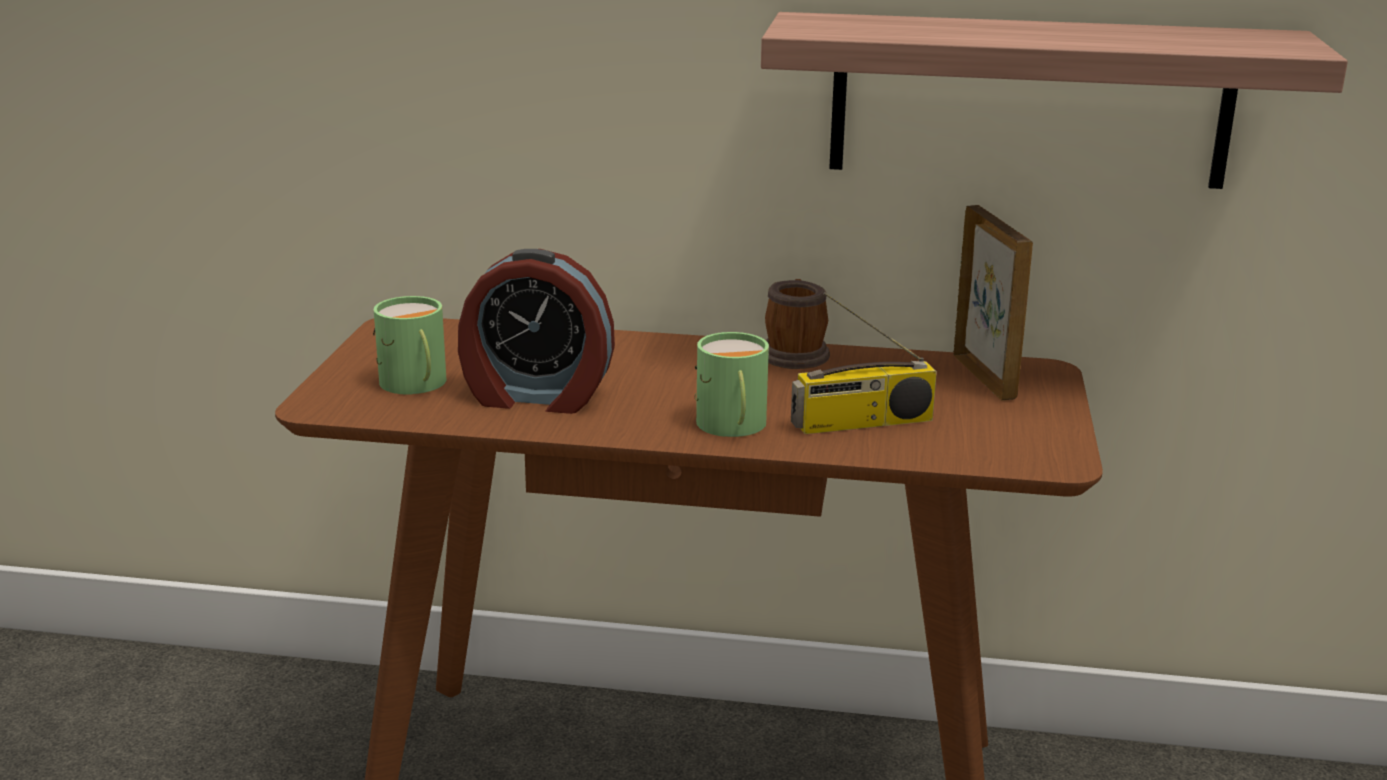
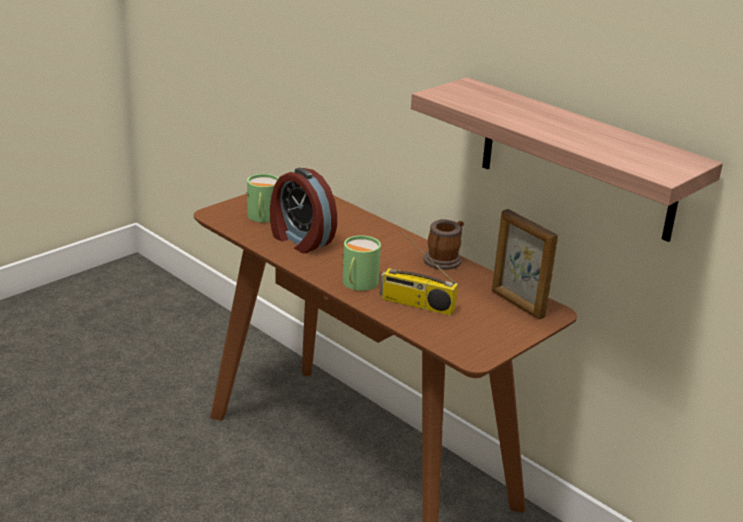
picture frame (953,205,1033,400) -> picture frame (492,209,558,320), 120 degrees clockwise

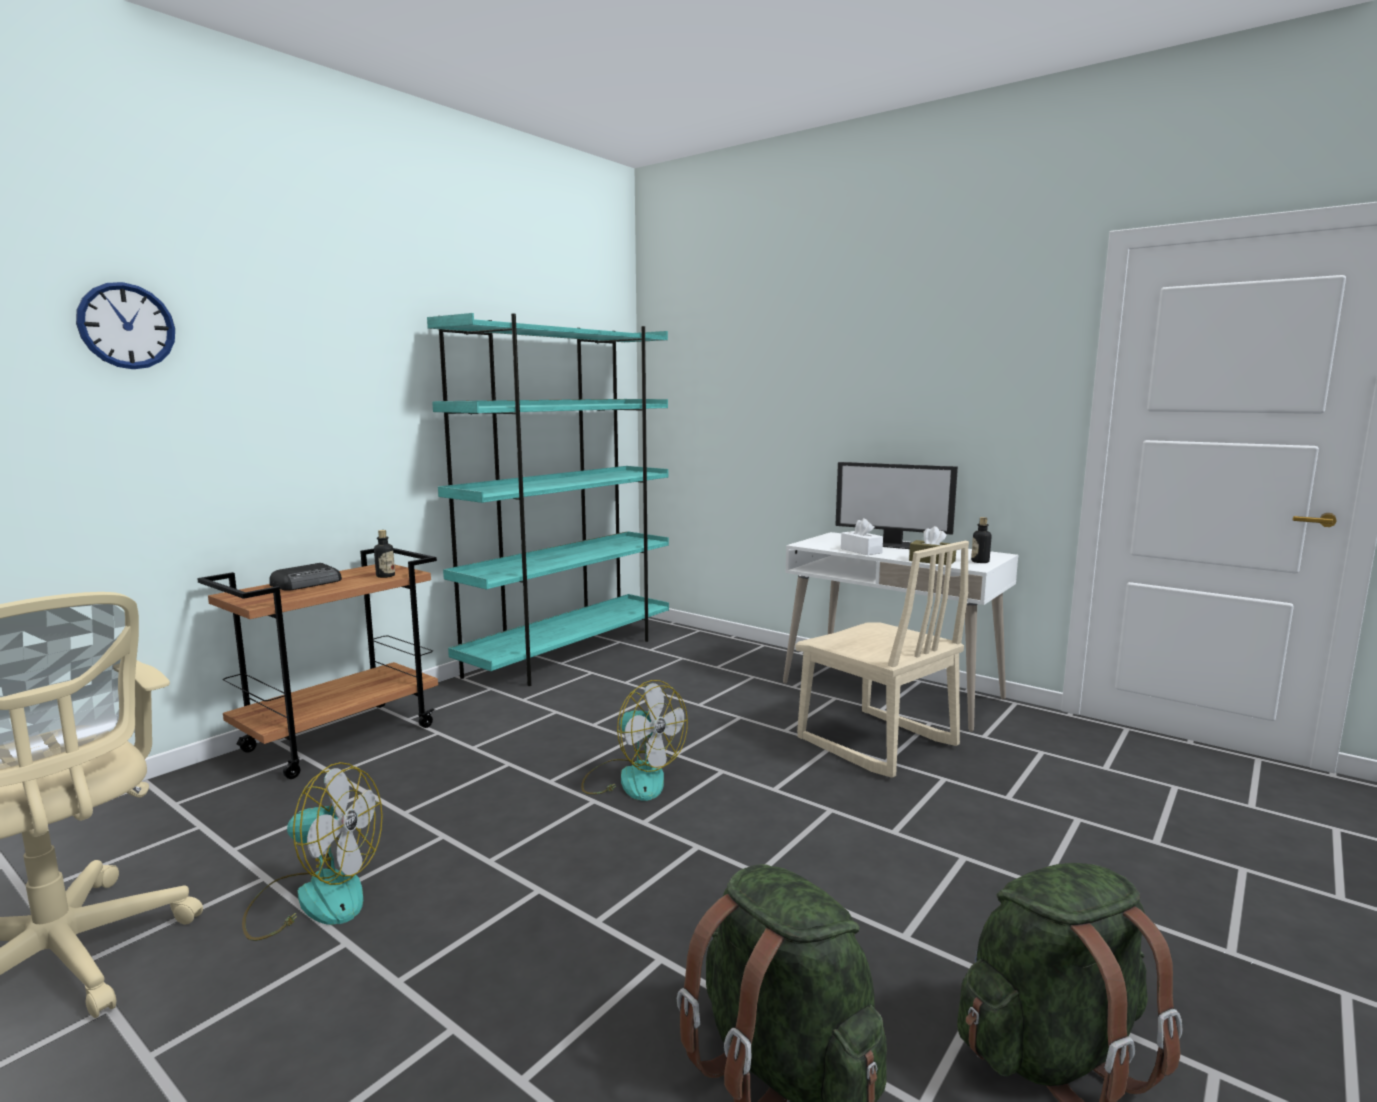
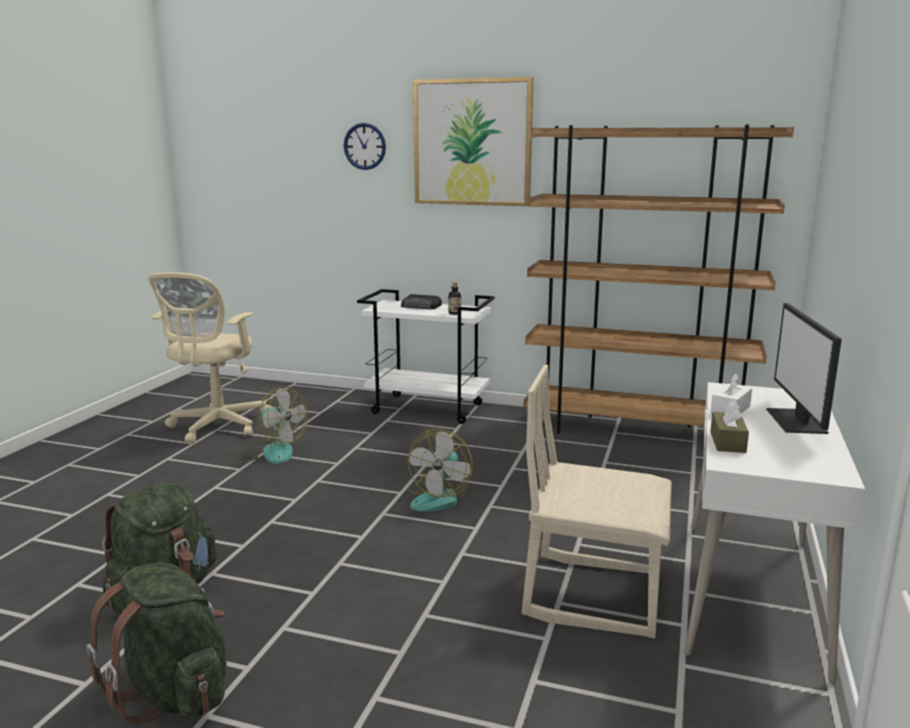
turquoise bookcase (427,313,669,686) -> brown bookcase (524,124,794,434)
bottle (971,517,991,563) -> none
beige chair (795,541,969,778) -> beige chair (522,365,672,638), 75 degrees clockwise
brown cart (197,548,438,779) -> white cart (357,289,495,424)
fan (242,762,383,941) -> fan (236,386,308,464), 45 degrees counterclockwise
none -> picture (413,77,533,206)

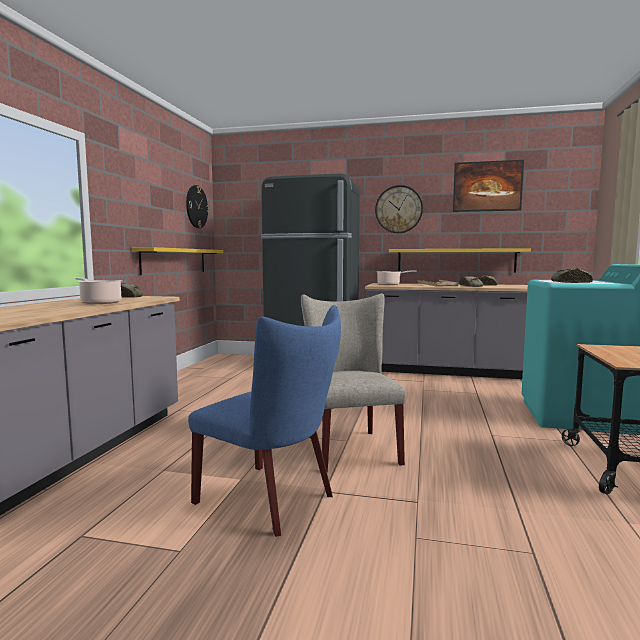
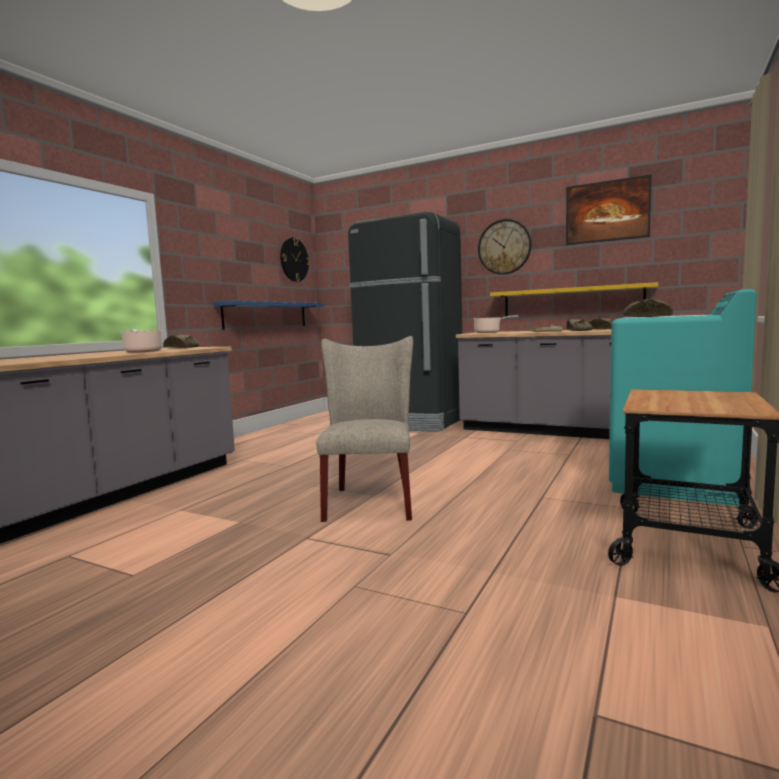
yellow shelf (132,247,223,275) -> blue shelf (213,301,323,329)
blue chair (188,305,341,537) -> none

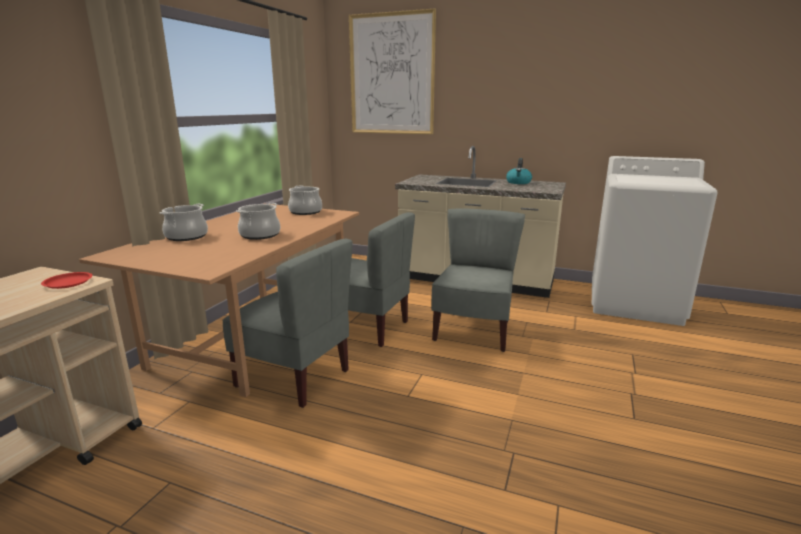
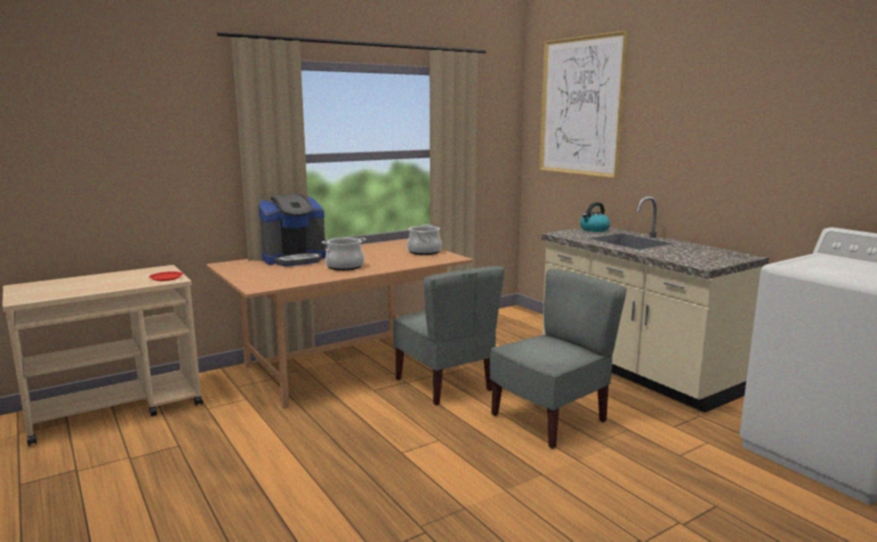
kettle (506,158,532,184) -> kettle (580,202,610,232), moved
cooking pot (159,204,208,241) -> coffee machine (258,194,326,266)
grey chair (222,239,353,408) -> none

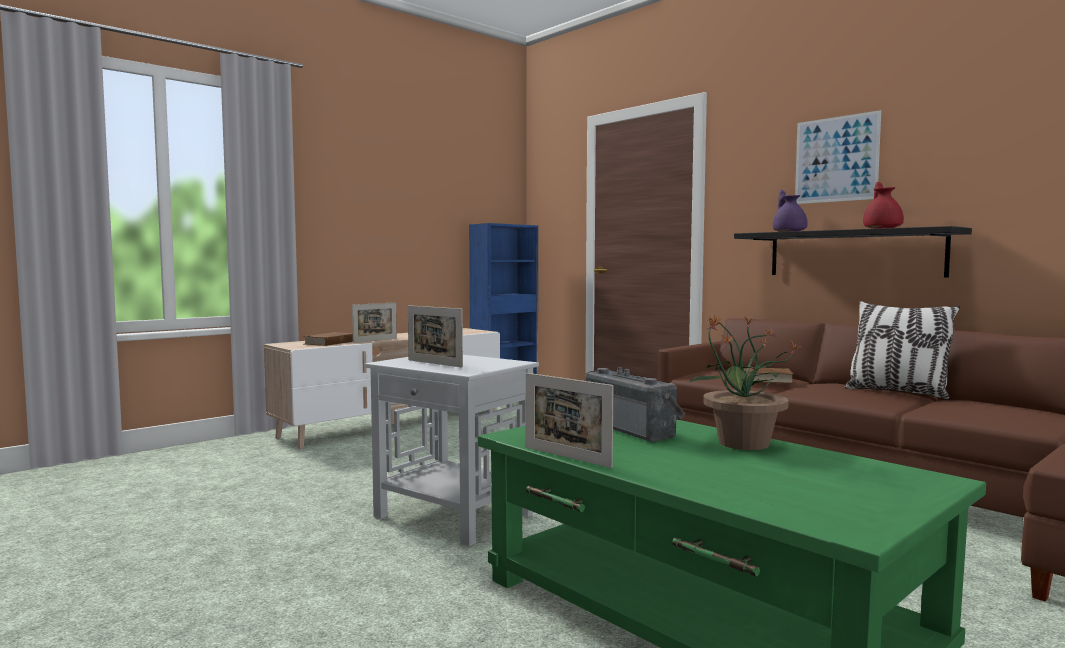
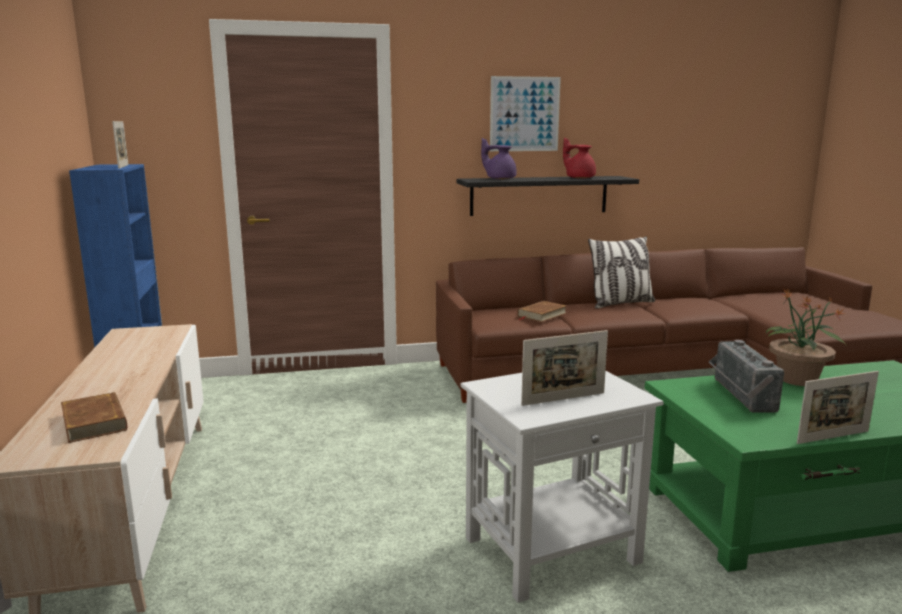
picture frame (352,302,397,343) -> picture frame (112,121,128,169), moved
radio (585,367,685,442) -> radio (709,340,784,413), 90 degrees counterclockwise

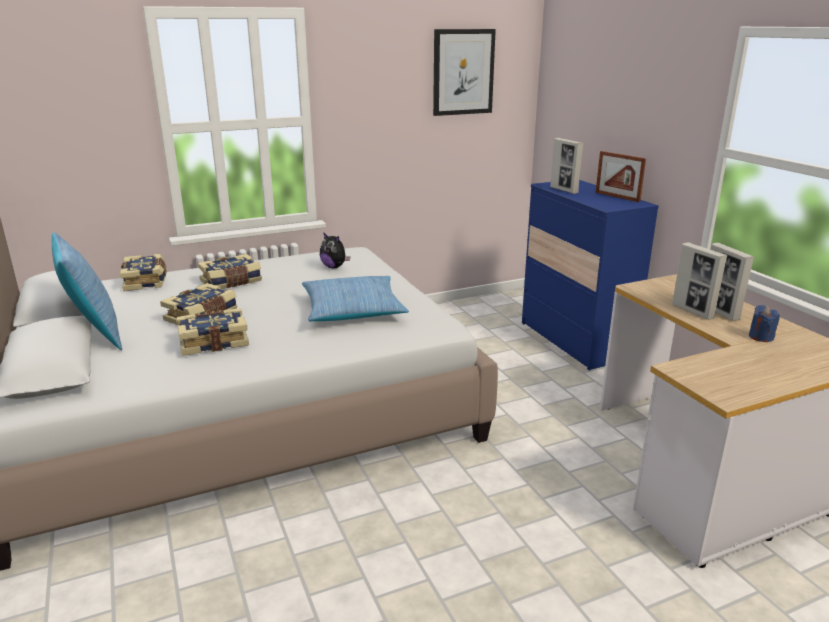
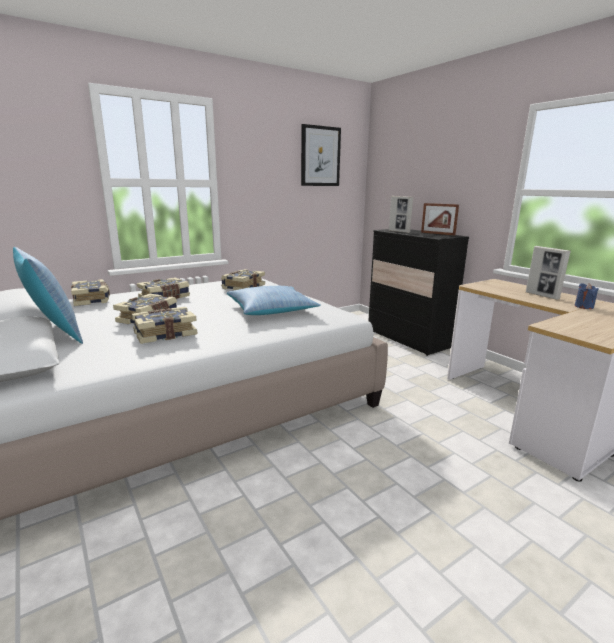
blue dresser (522,180,659,371) -> black dresser (368,229,469,356)
plush toy (320,232,350,268) -> book (221,269,265,290)
picture frame (672,242,727,320) -> none

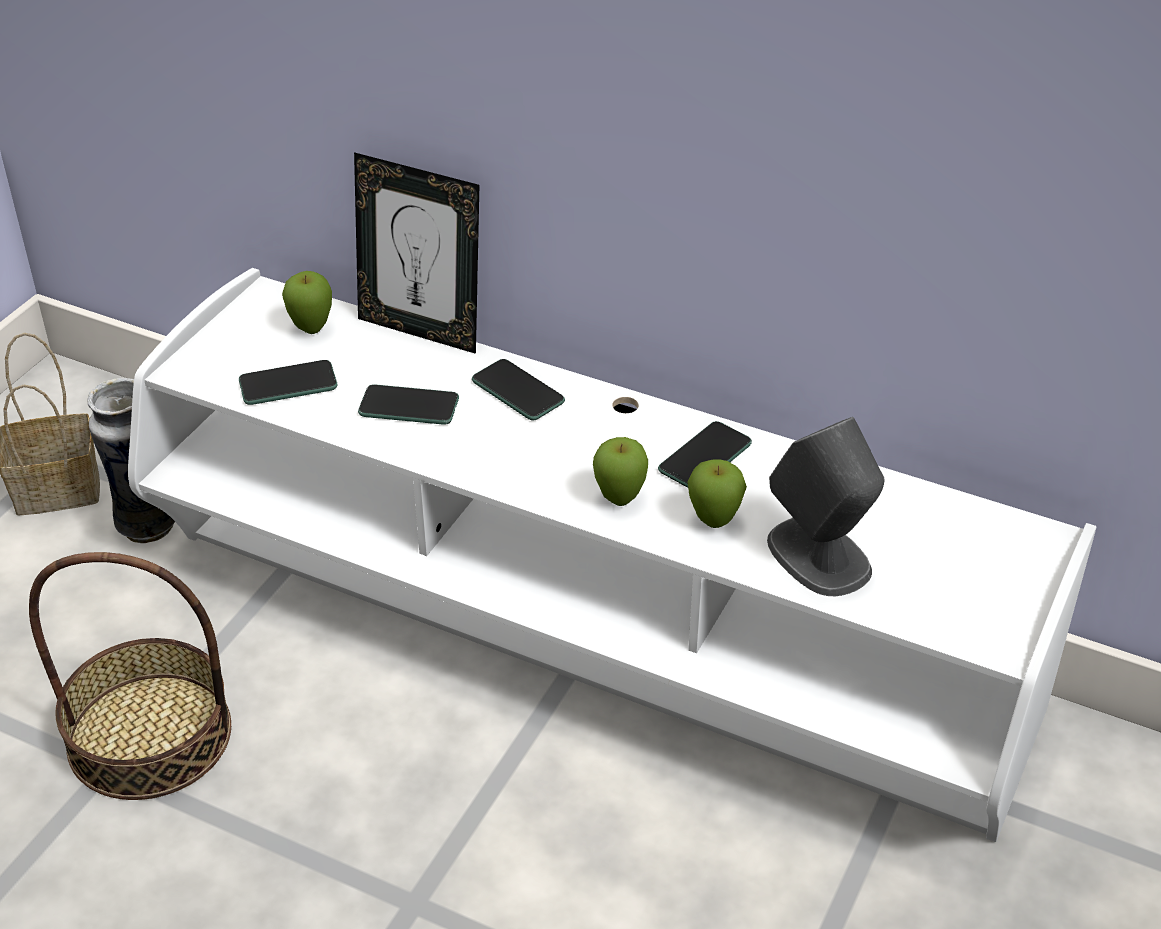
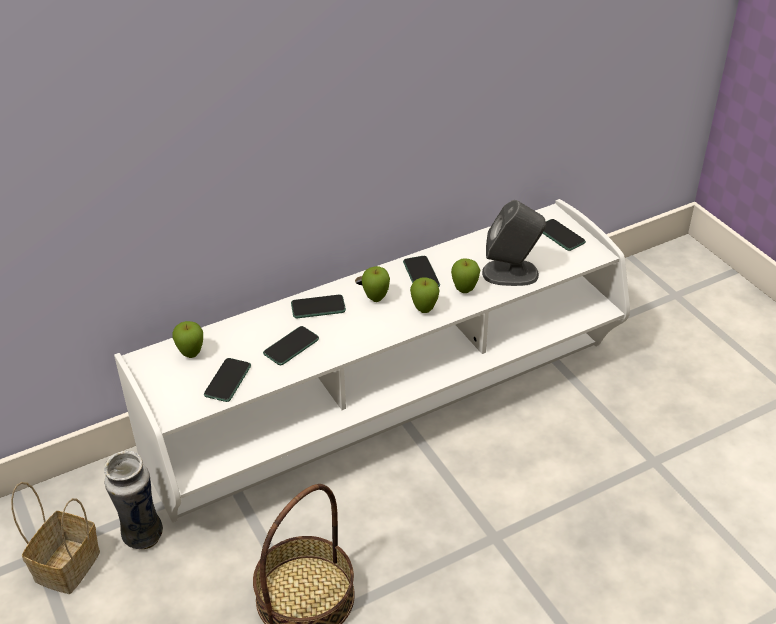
picture frame (354,152,479,354) -> none
none -> phone (543,219,586,251)
none -> apple (361,266,390,302)

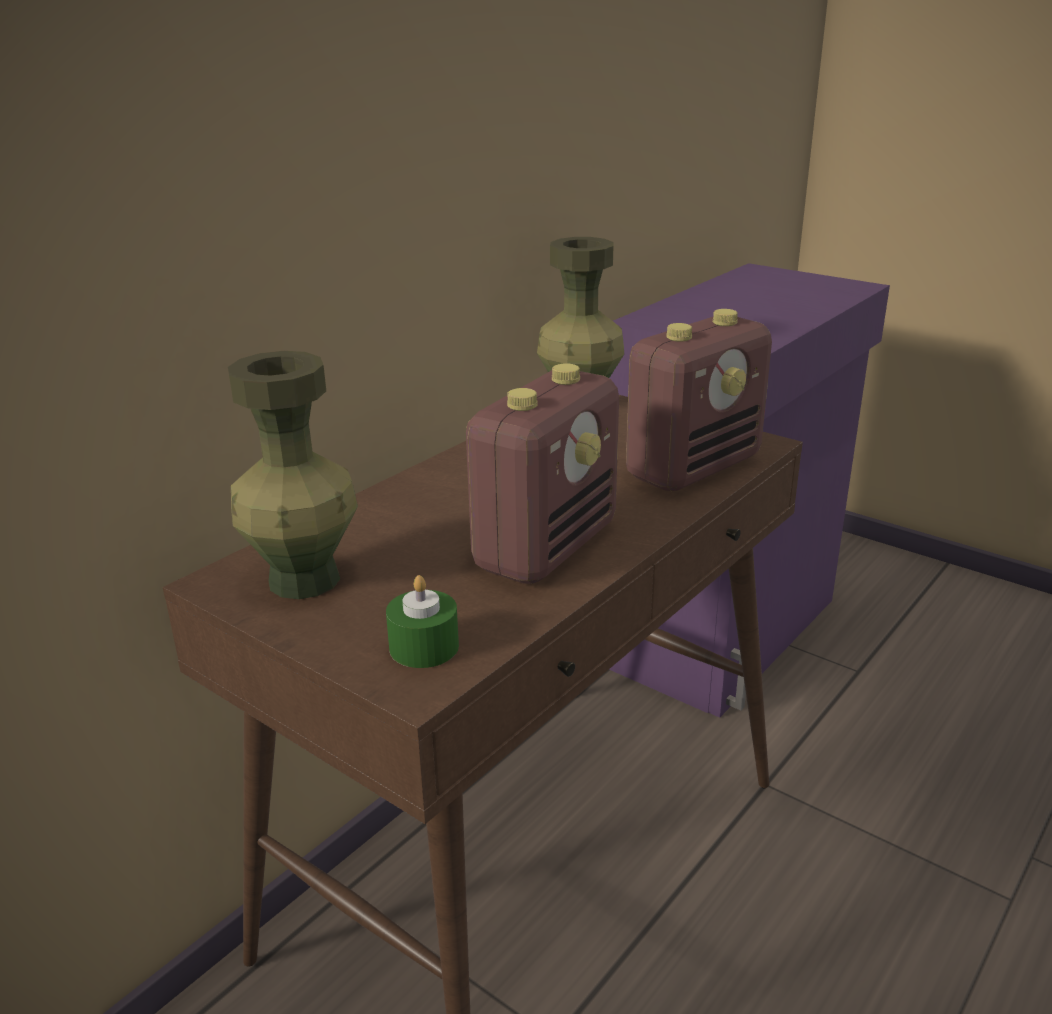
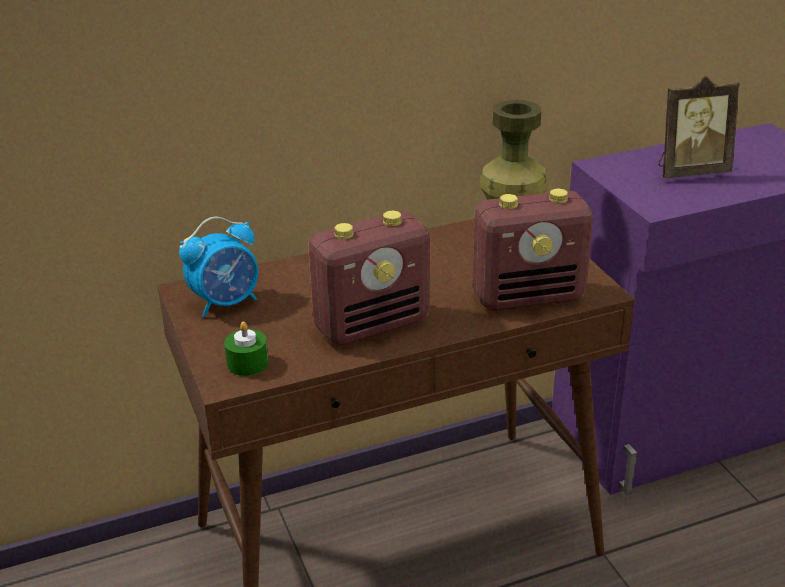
green vase (228,351,358,599) -> alarm clock (179,217,258,317)
none -> picture frame (658,76,740,178)

